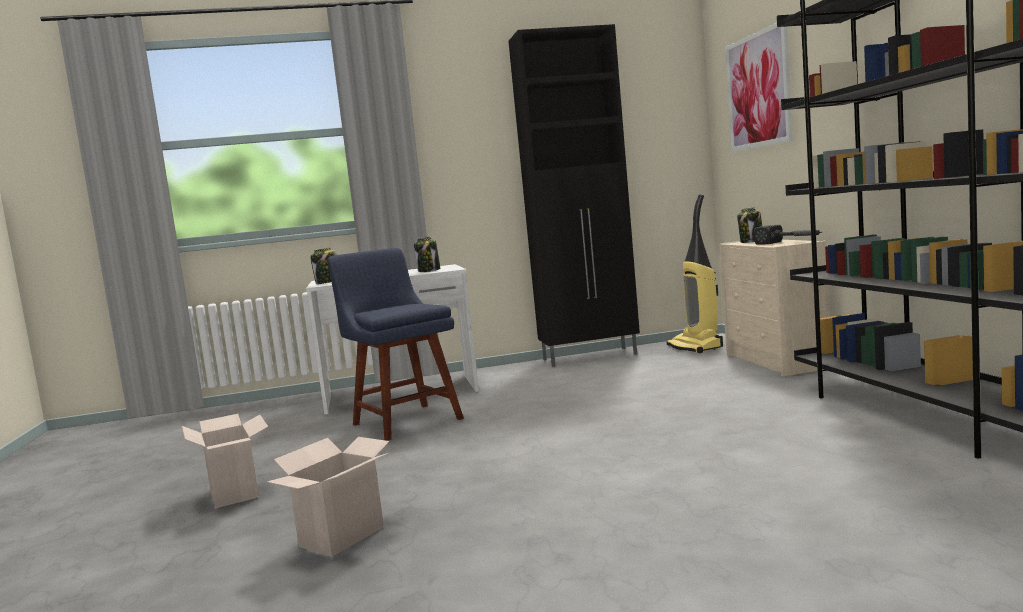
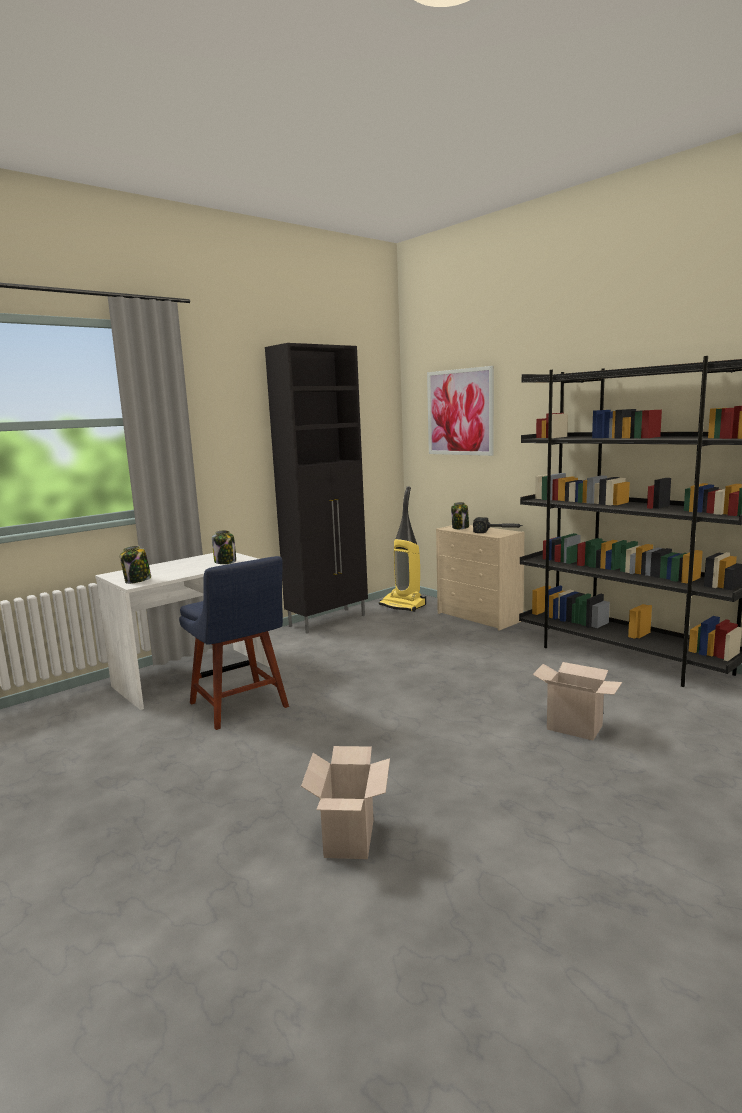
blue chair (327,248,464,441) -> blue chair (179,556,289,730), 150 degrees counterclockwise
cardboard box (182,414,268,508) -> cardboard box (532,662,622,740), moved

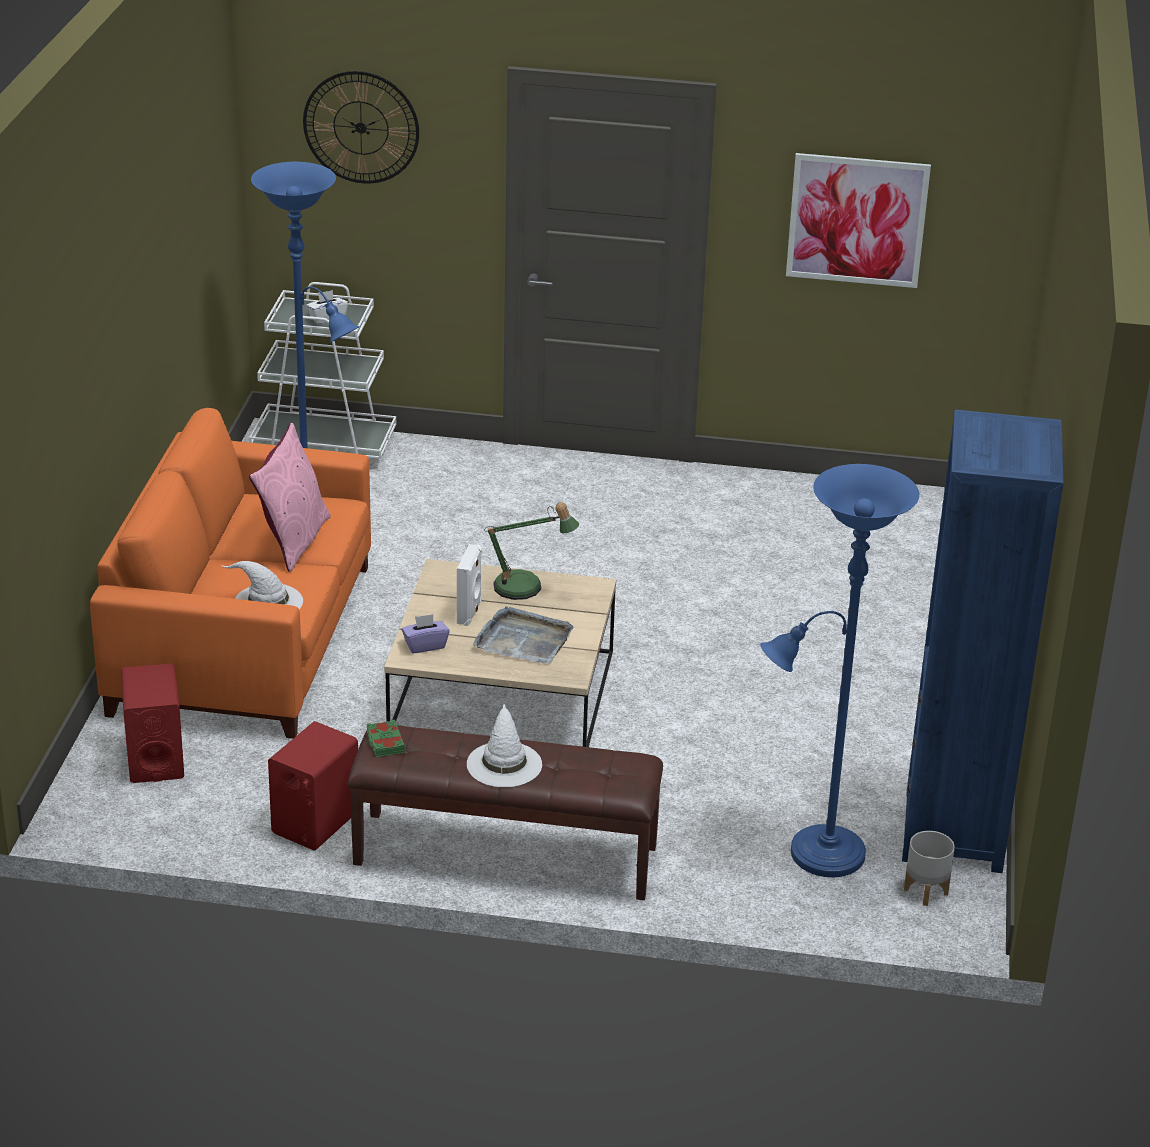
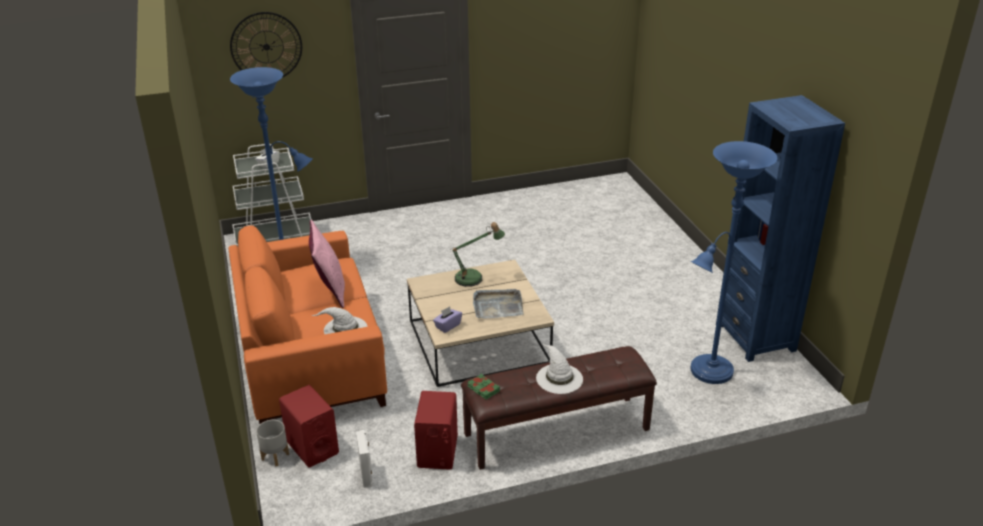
picture (786,153,931,288) -> none
white speaker (457,544,482,626) -> white speaker (356,430,373,488), moved
grey planter (904,831,955,906) -> grey planter (256,420,289,466), moved

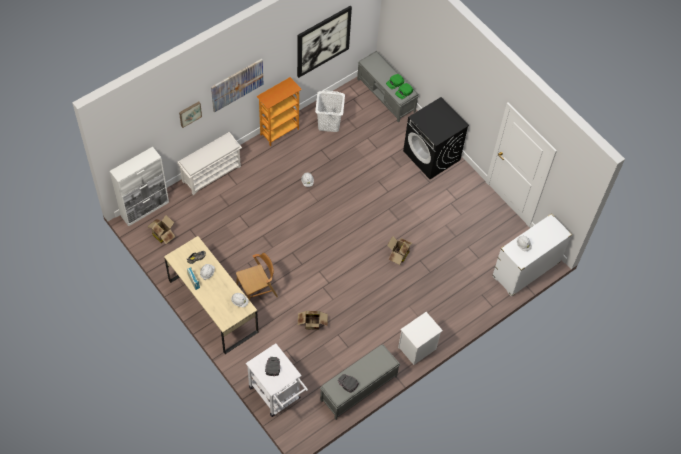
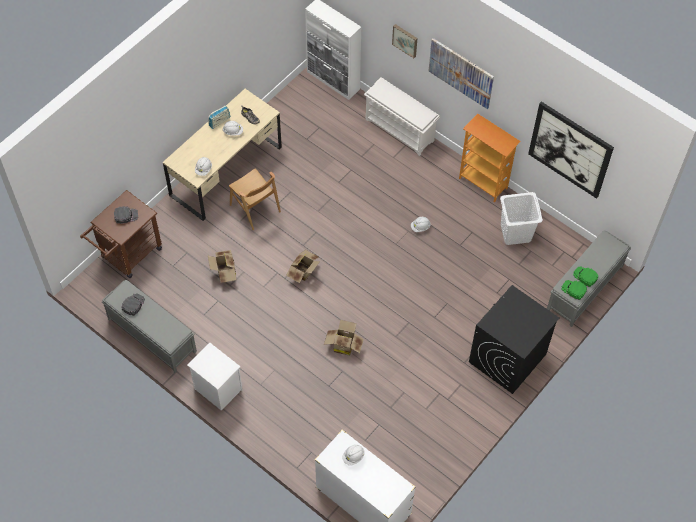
cardboard box (147,215,176,244) -> cardboard box (286,250,320,283), moved
white cart (246,343,308,417) -> brown cart (80,190,162,278)

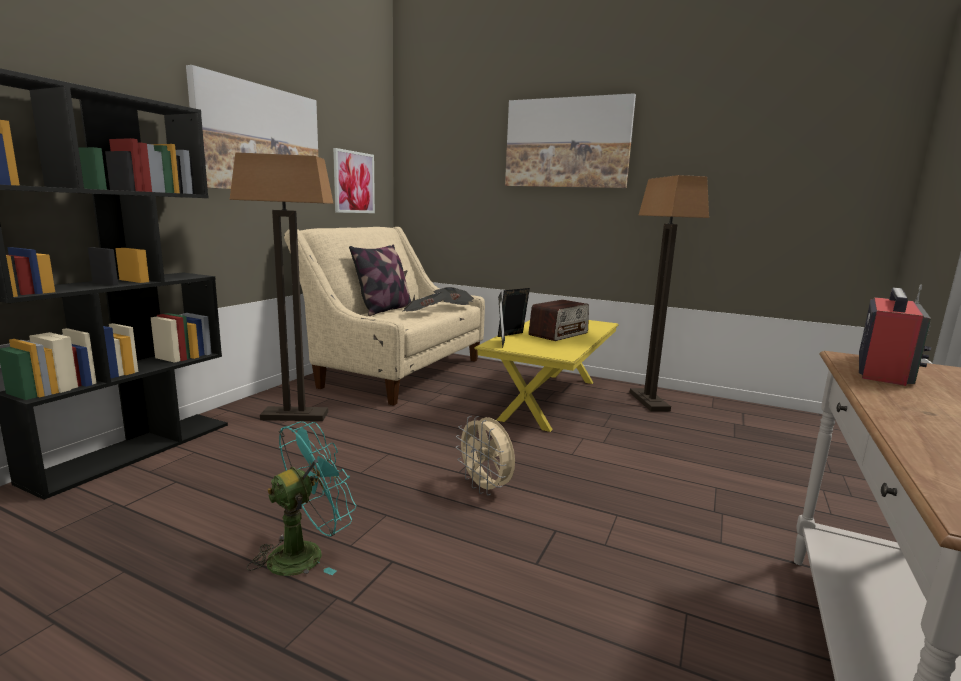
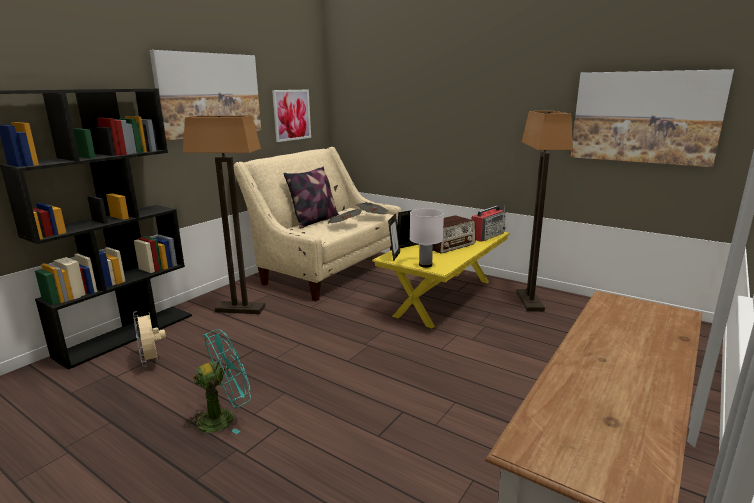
picture (505,93,636,188) -> picture (571,69,734,167), moved
radio (859,285,931,386) -> radio (471,206,506,242), moved
beige fan (455,416,515,495) -> beige fan (133,311,166,367), moved
none -> white table lamp (410,209,444,268)

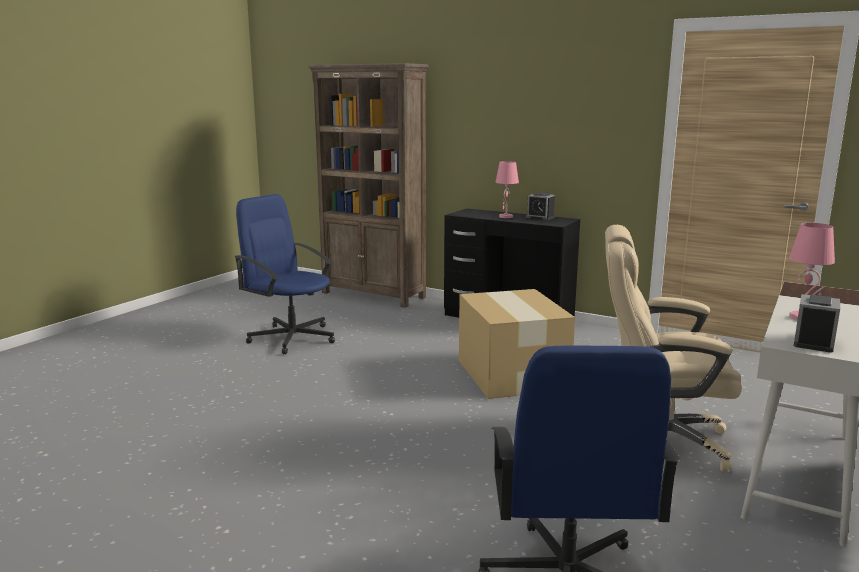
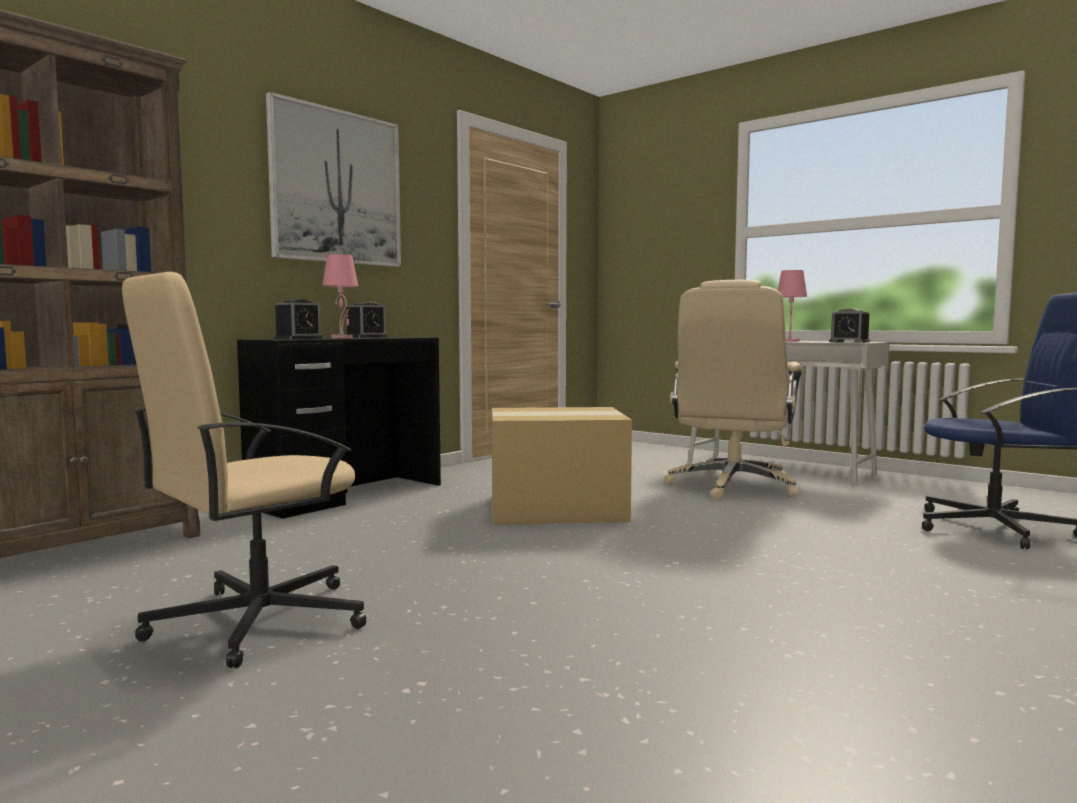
blue office chair (234,194,335,354) -> beige office chair (122,272,367,668)
none -> picture (266,92,401,267)
none -> alarm clock (274,299,323,339)

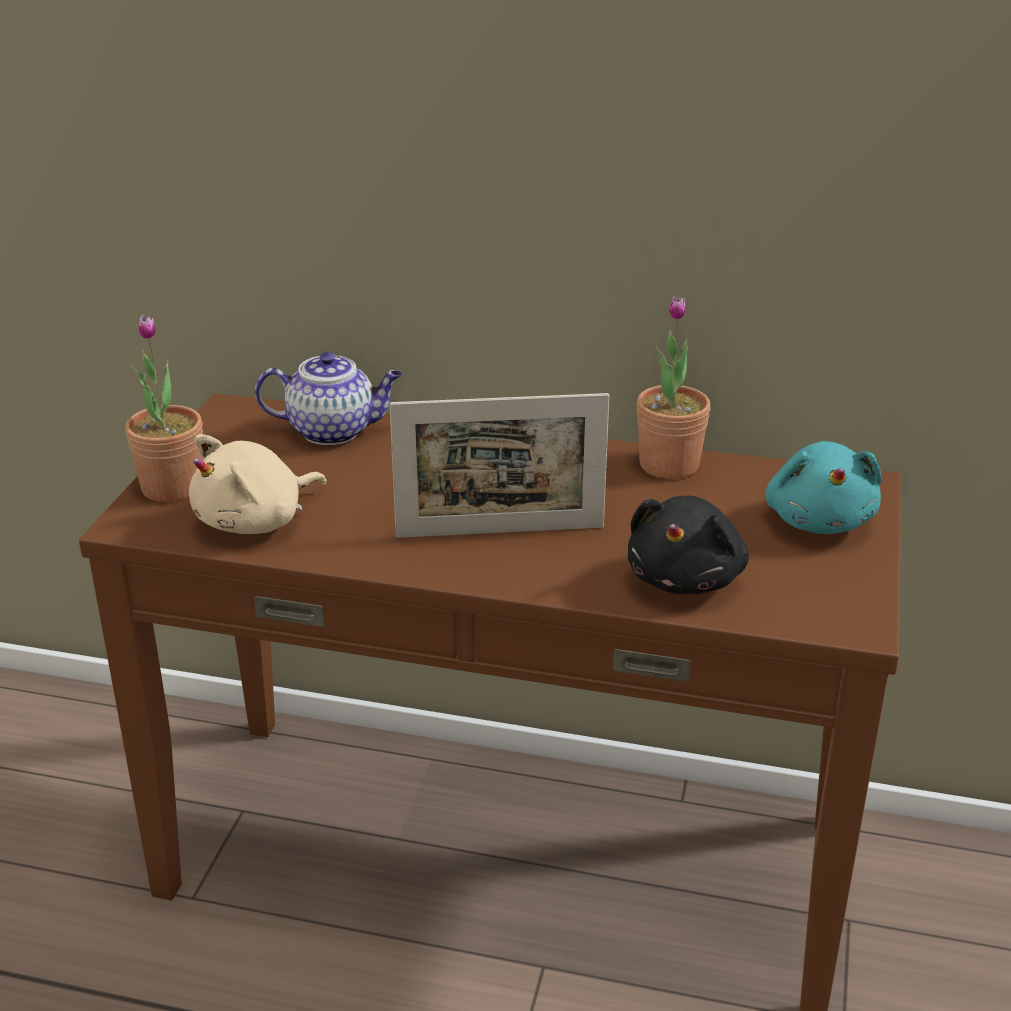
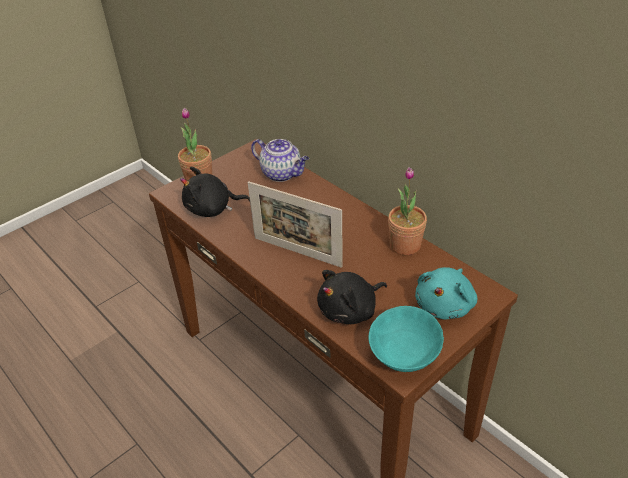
beige plush toy (189,434,327,534) -> black plush toy (180,166,250,217)
none -> turquoise bowl (368,306,444,372)

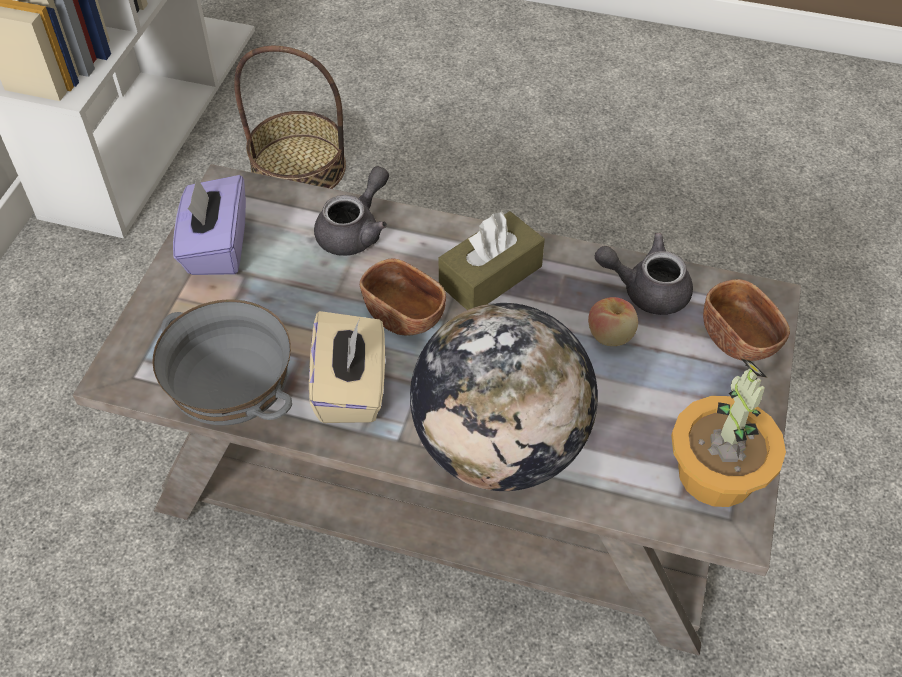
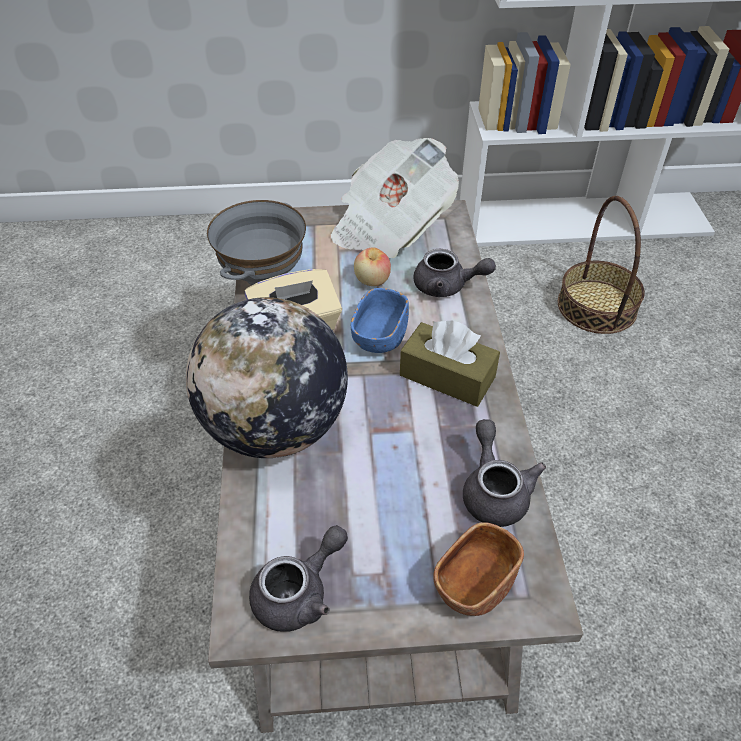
purple tissue box (173,175,246,275) -> newspaper (330,138,459,258)
brown bowl (360,259,446,336) -> blue bowl (351,288,409,353)
apple (588,297,638,346) -> apple (354,248,391,286), moved
potted plant (671,358,786,507) -> grey teapot (249,525,348,632)

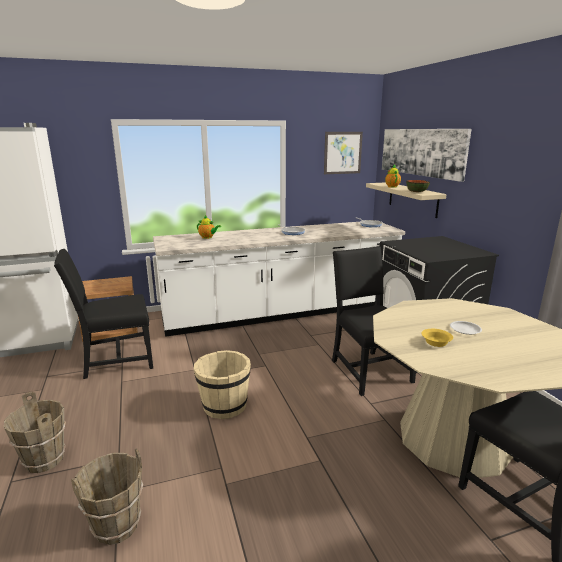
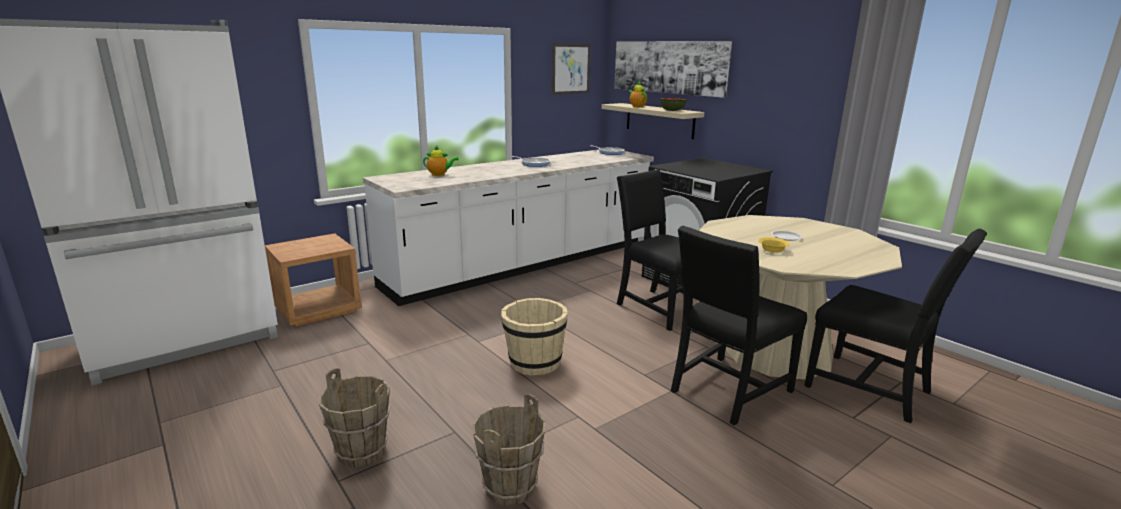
black chair (54,249,153,379) -> black chair (671,226,807,425), moved

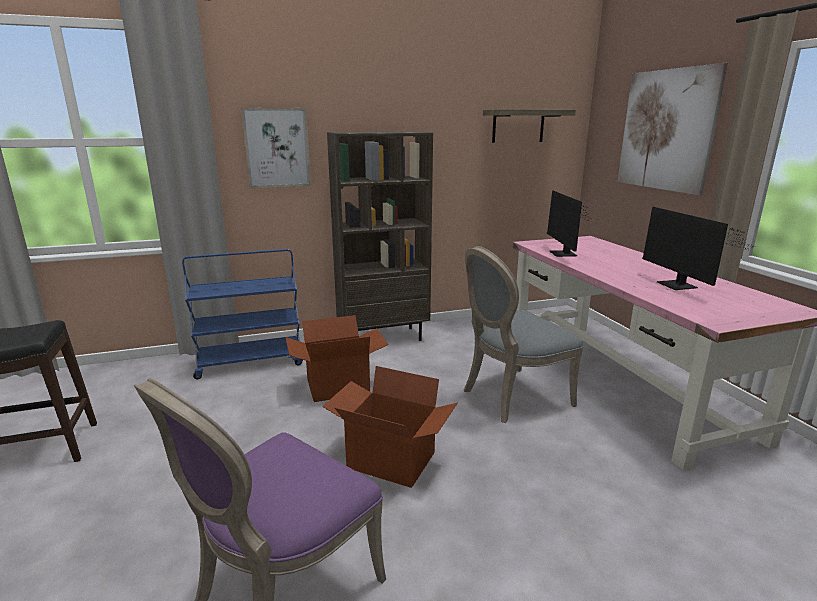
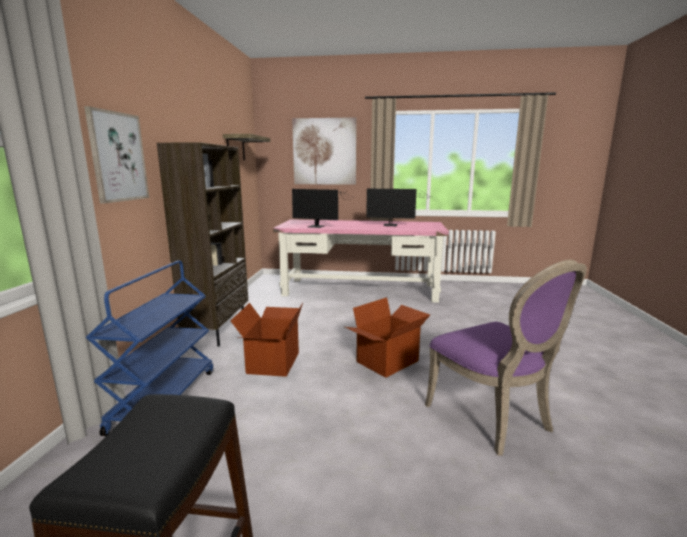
grey chair (464,246,583,423) -> none

